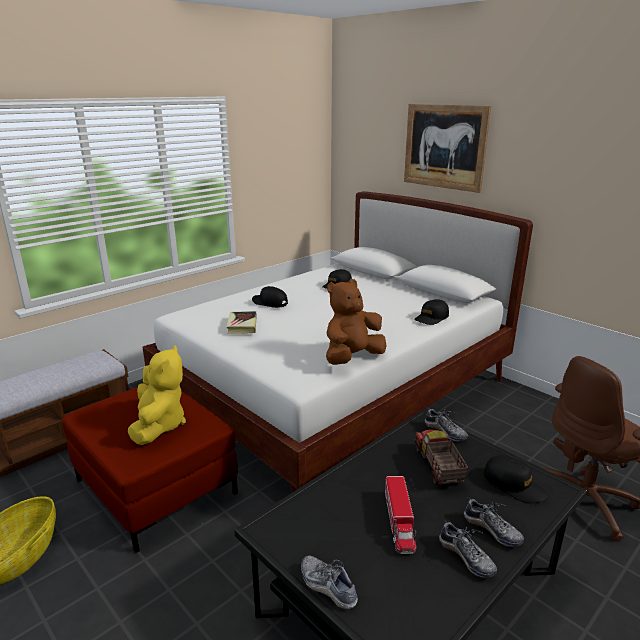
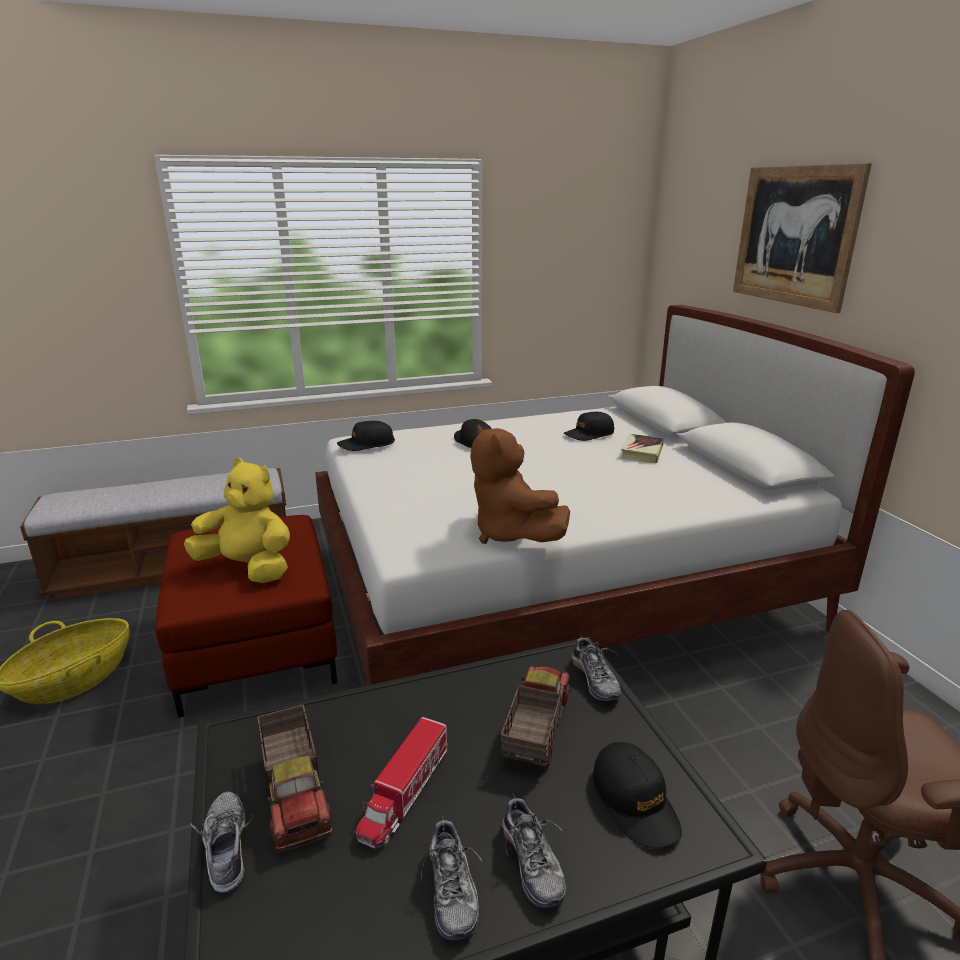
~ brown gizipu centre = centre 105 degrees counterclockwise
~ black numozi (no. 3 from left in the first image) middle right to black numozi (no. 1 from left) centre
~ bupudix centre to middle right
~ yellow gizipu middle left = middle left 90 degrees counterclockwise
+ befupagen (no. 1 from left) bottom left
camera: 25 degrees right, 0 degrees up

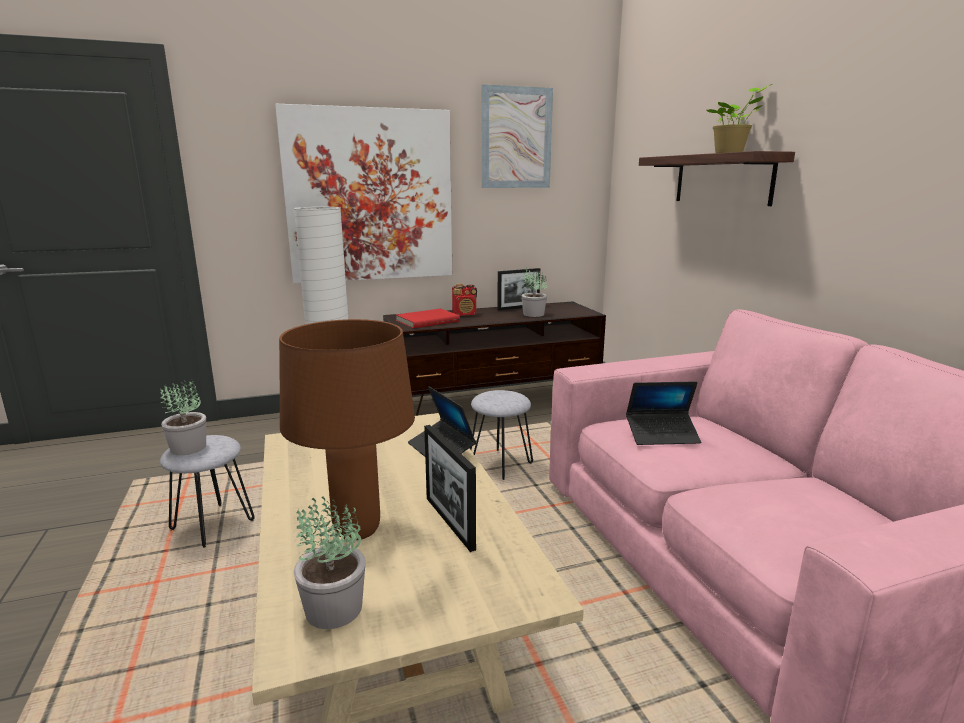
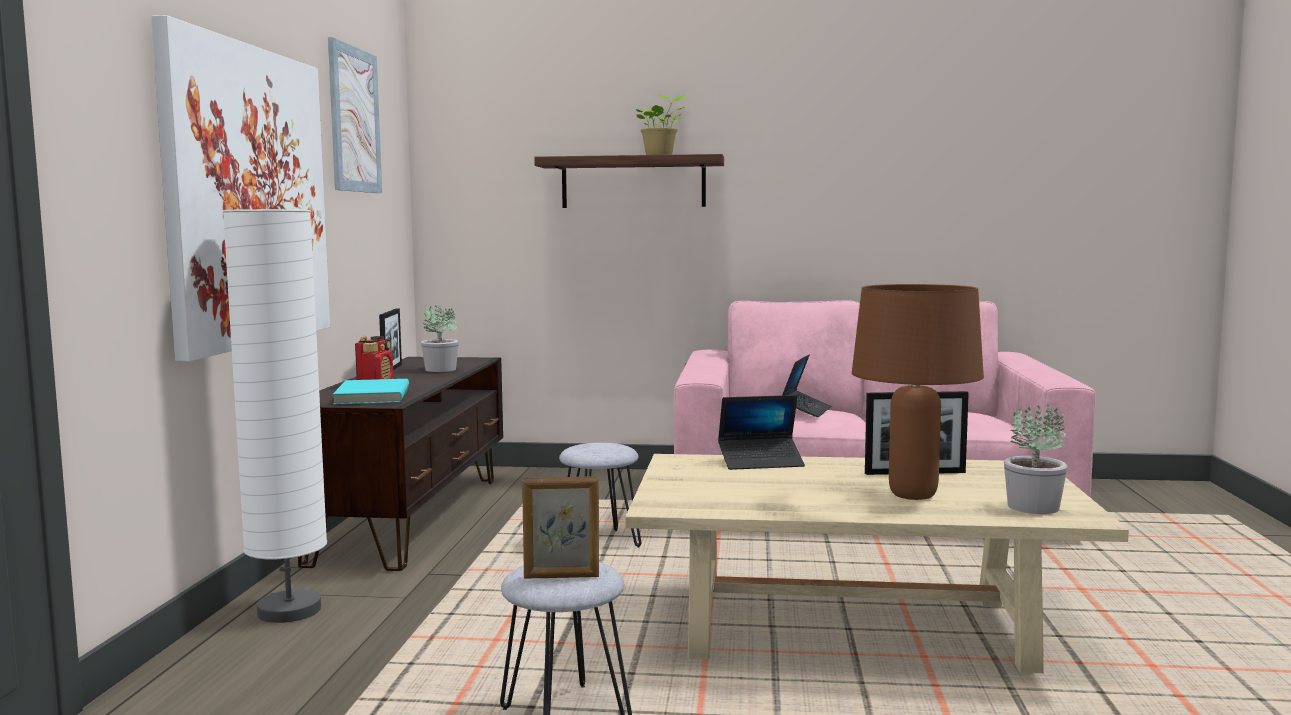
~ red bupudix centre to turquoise bupudix middle left
~ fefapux (no. 1 from left) middle left to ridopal (no. 2 from left) bottom centre
camera: 65 degrees left, 10 degrees down

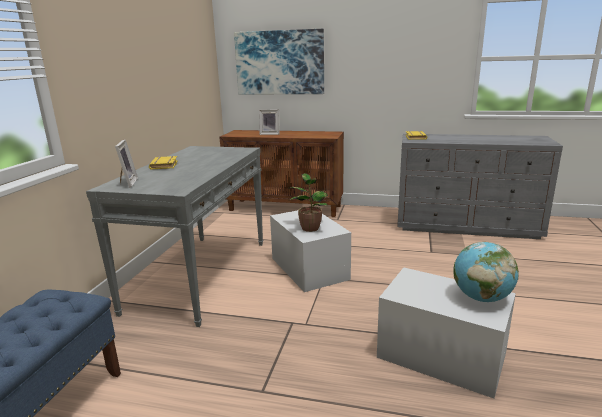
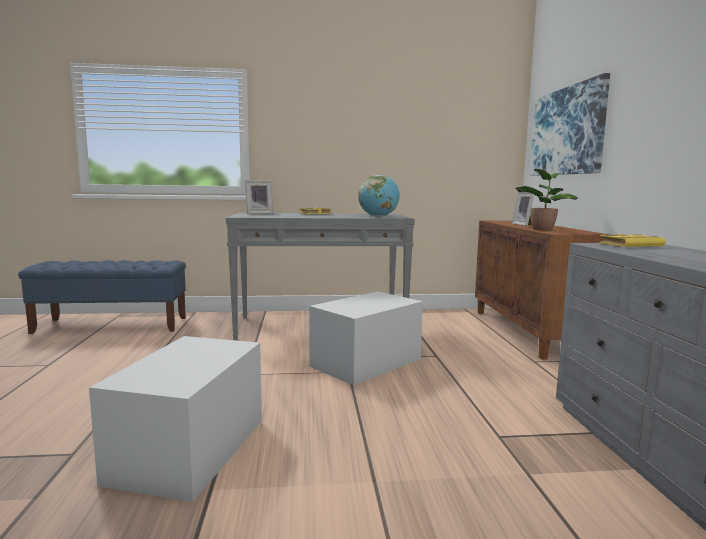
~ fefapux centre to middle right
~ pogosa middle right to centre
camera: 70 degrees right, 10 degrees down

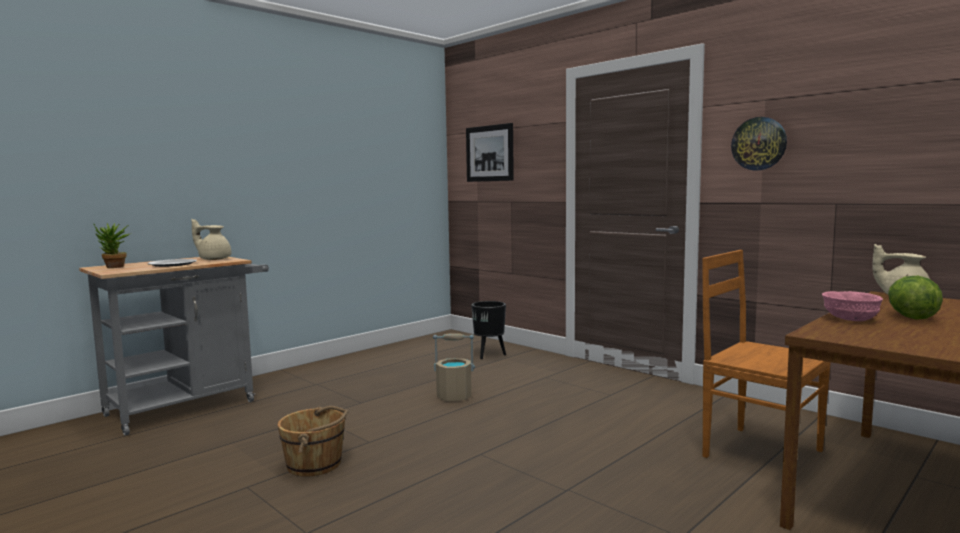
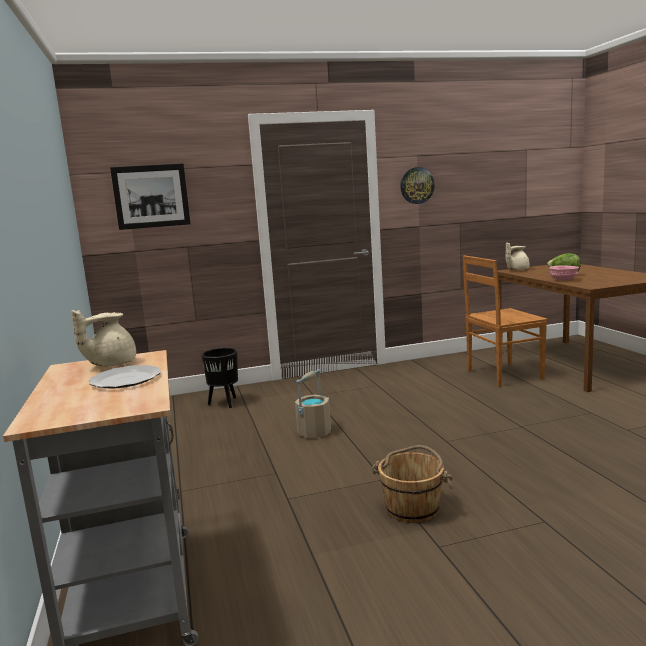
- fefapux middle left
camera: 60 degrees left, 5 degrees up

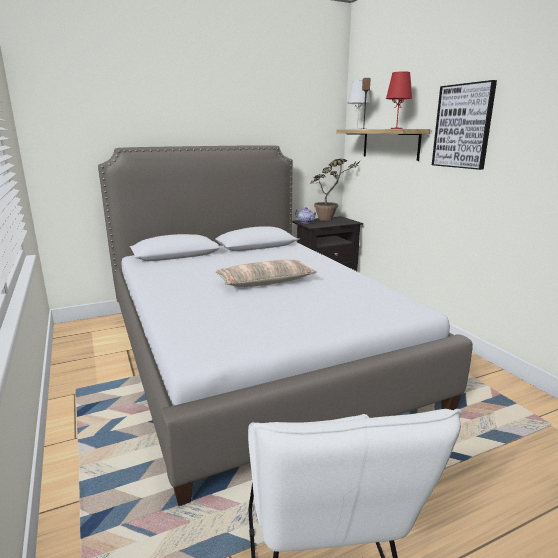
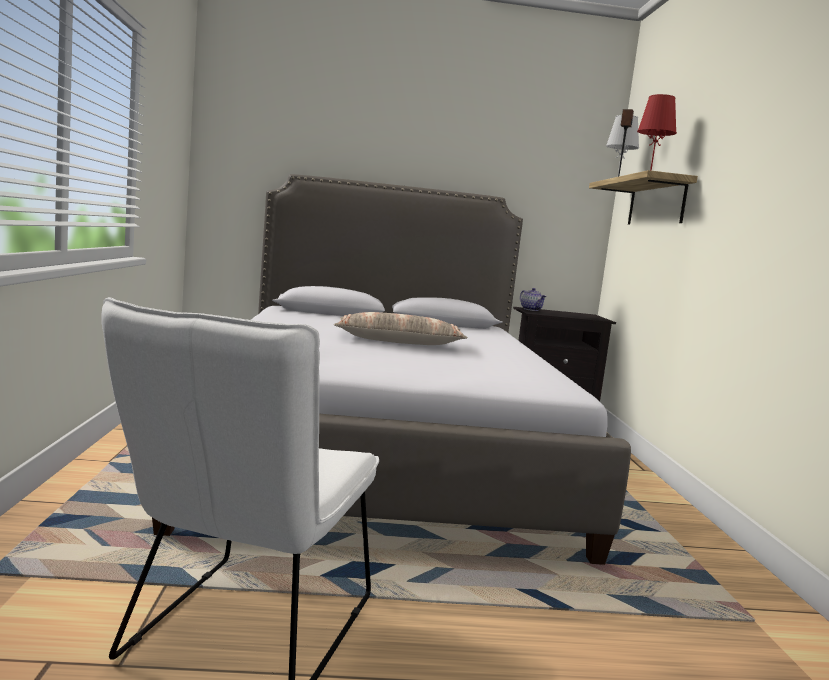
- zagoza top right
- fefapux centre
camera: 20 degrees right, 10 degrees down

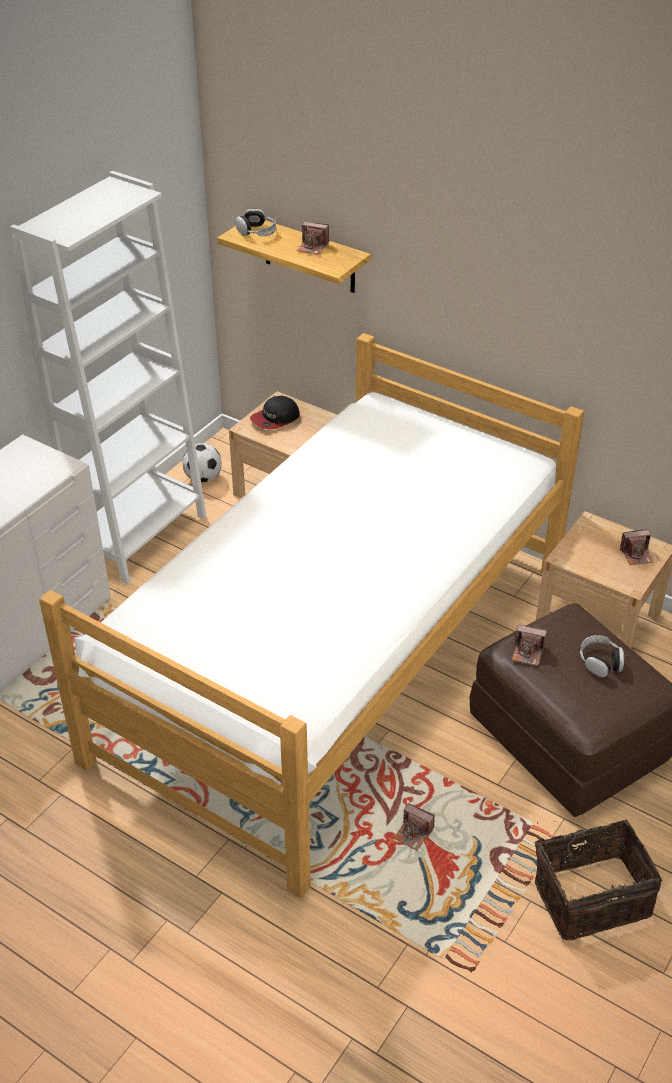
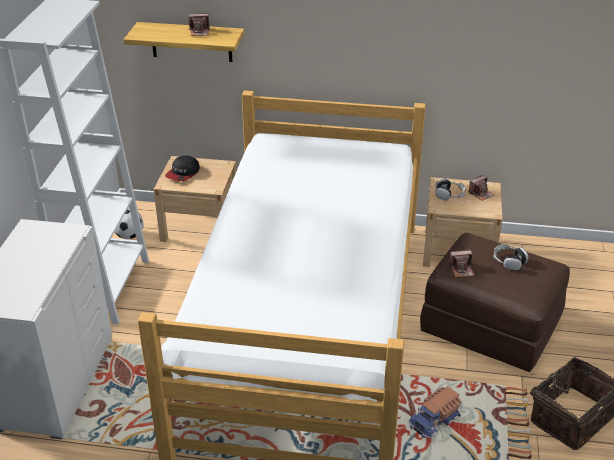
~ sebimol (no. 1 from left) top centre to middle right
~ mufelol (no. 2 from left) bottom centre to befupagen bottom right
camera: 25 degrees left, 5 degrees down

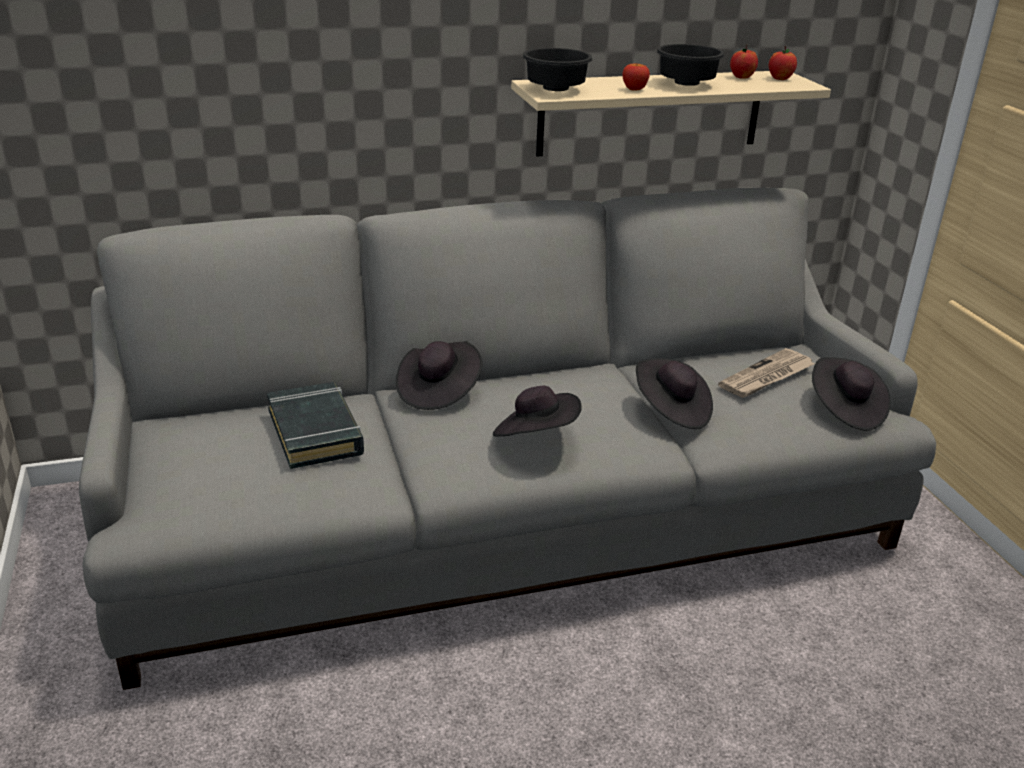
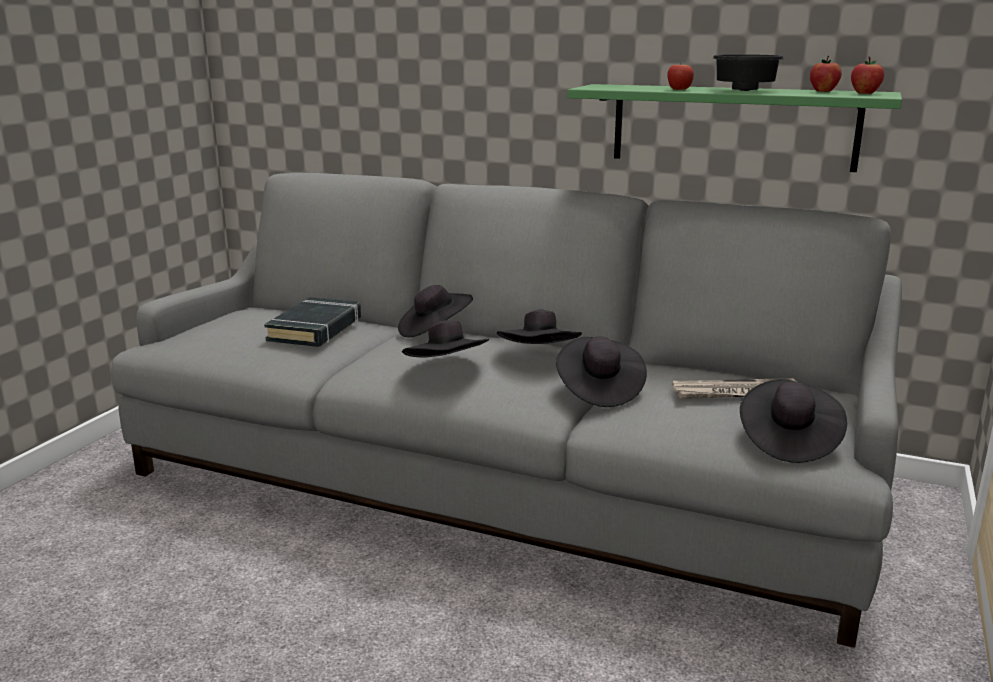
- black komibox (no. 1 from left) top centre
~ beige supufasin top centre to green supufasin top right
+ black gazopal (no. 3 from left) centre
camera: 40 degrees right, 10 degrees down

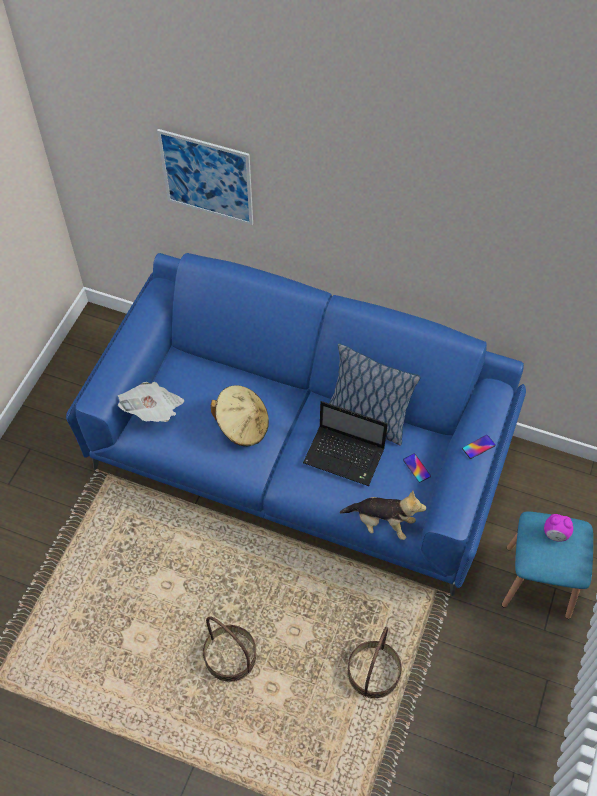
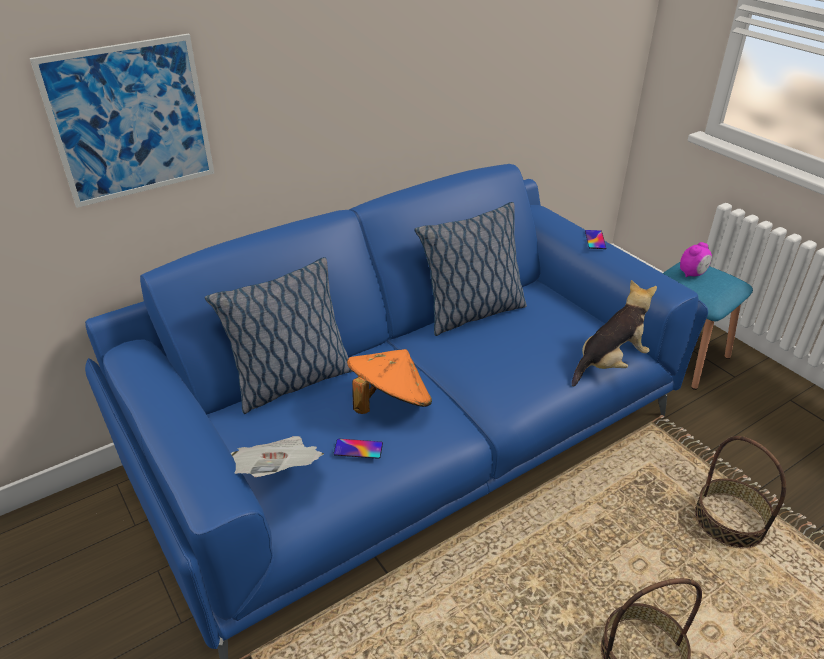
~ beige gazopal centre to orange gazopal centre
- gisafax centre
~ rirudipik (no. 1 from left) middle right to bottom centre
+ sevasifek (no. 1 from left) centre
camera: 55 degrees left, 20 degrees down

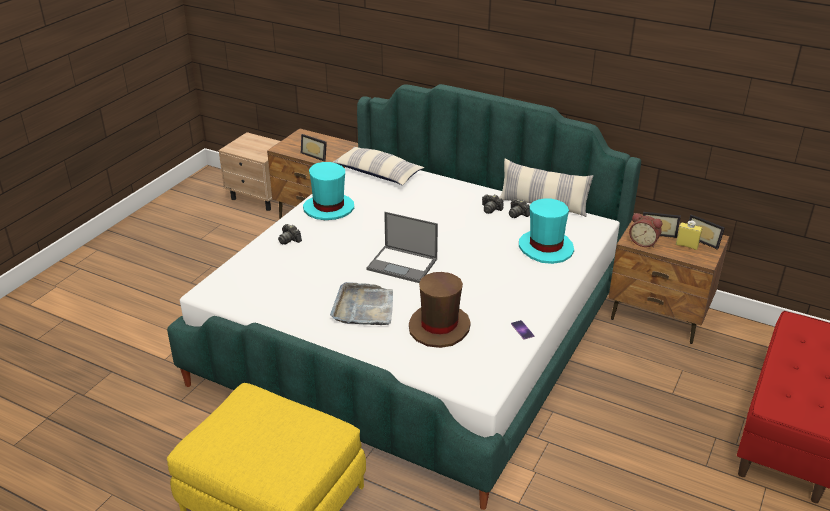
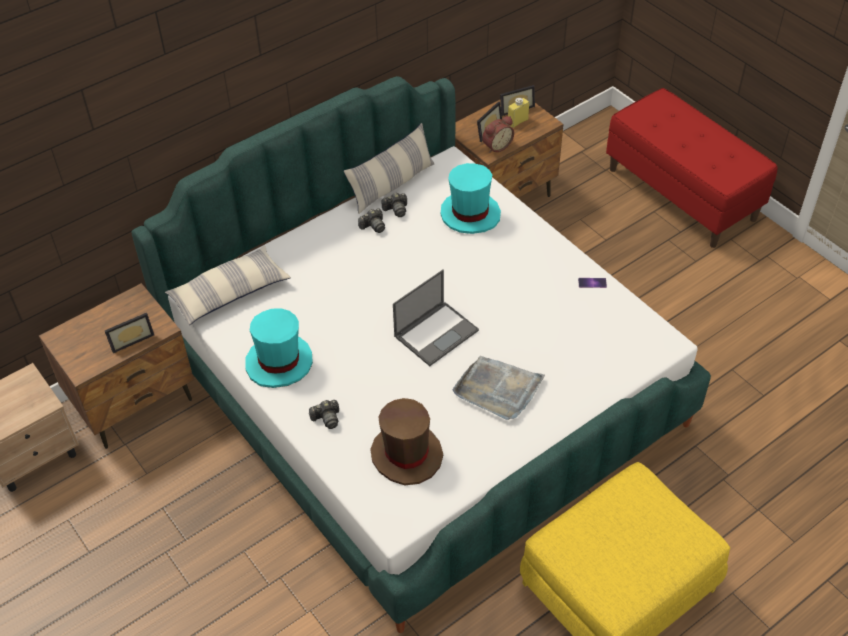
~ brown gazopal centre to bottom centre
camera: 65 degrees left, 15 degrees up

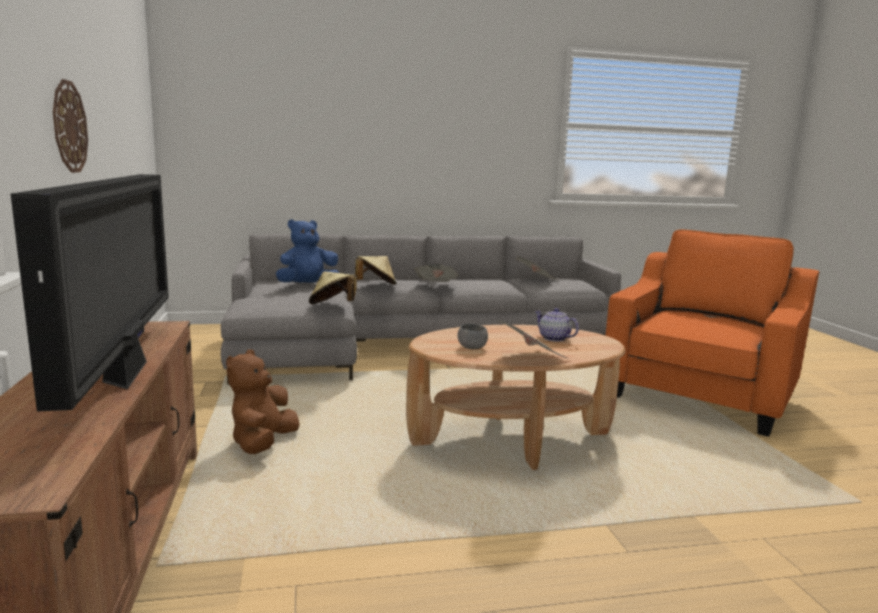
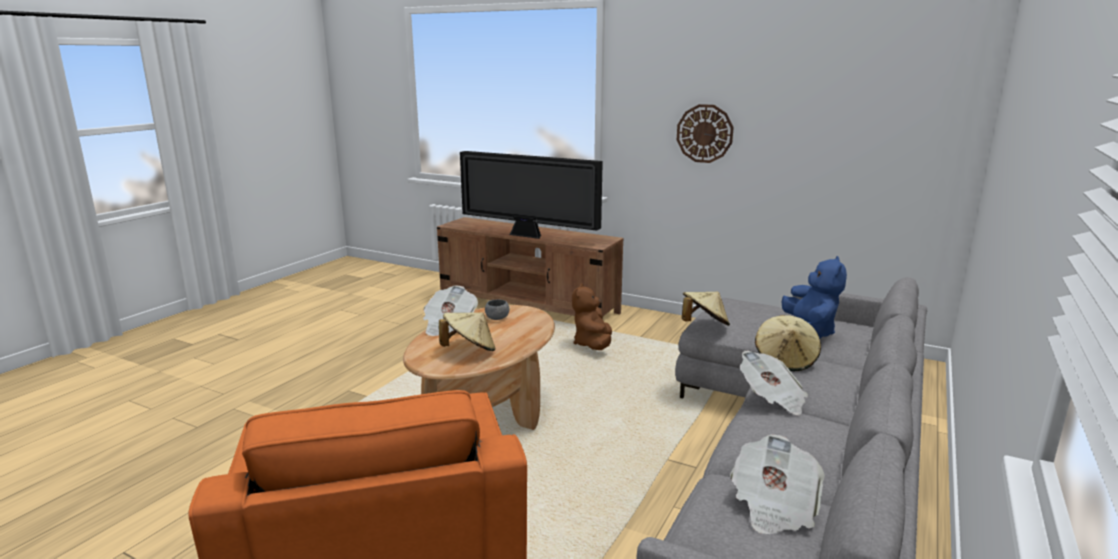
~ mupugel centre to beige gazopal (no. 1 from left) centre
~ brown gizipu middle left = centre 135 degrees counterclockwise
camera: 130 degrees right, 5 degrees up

